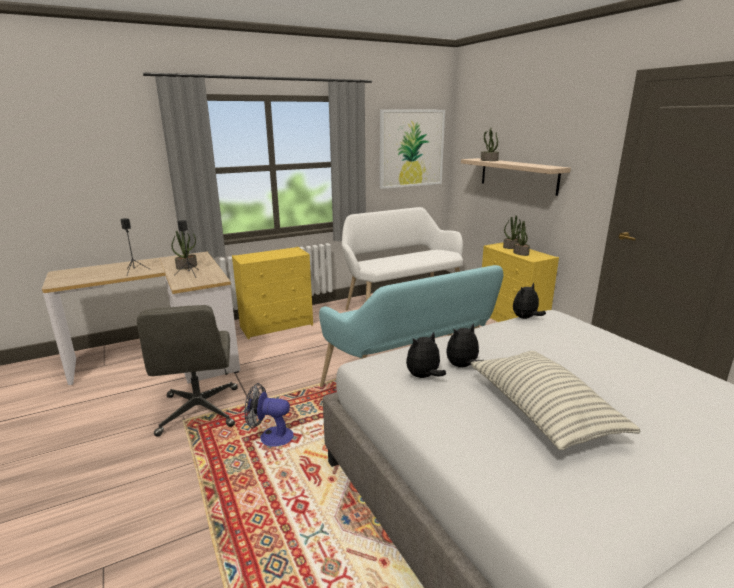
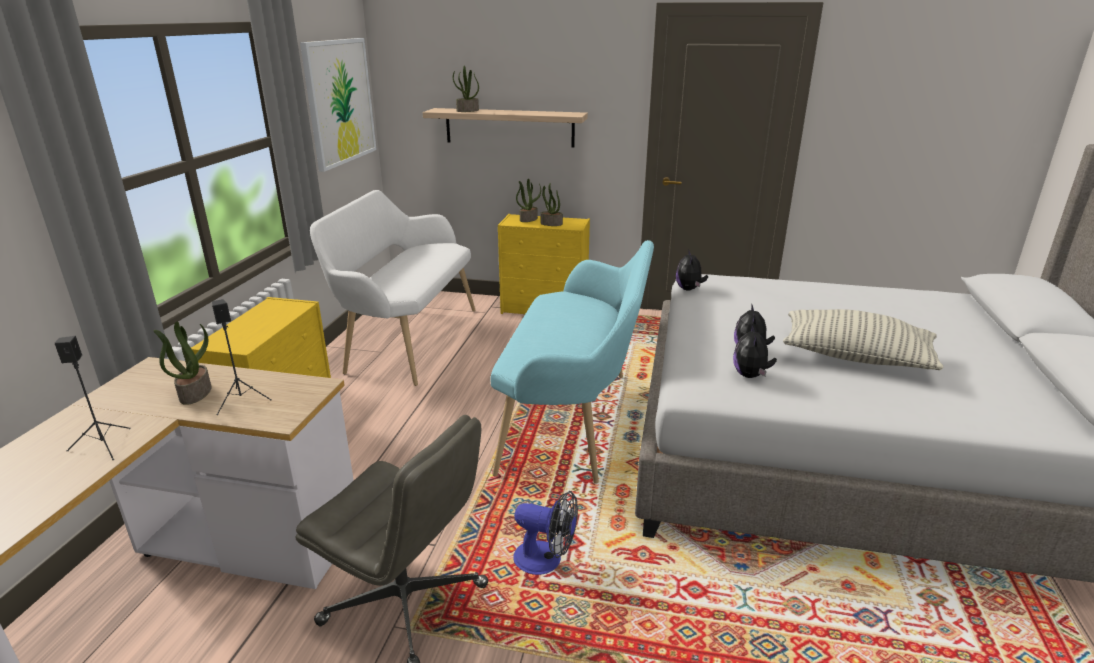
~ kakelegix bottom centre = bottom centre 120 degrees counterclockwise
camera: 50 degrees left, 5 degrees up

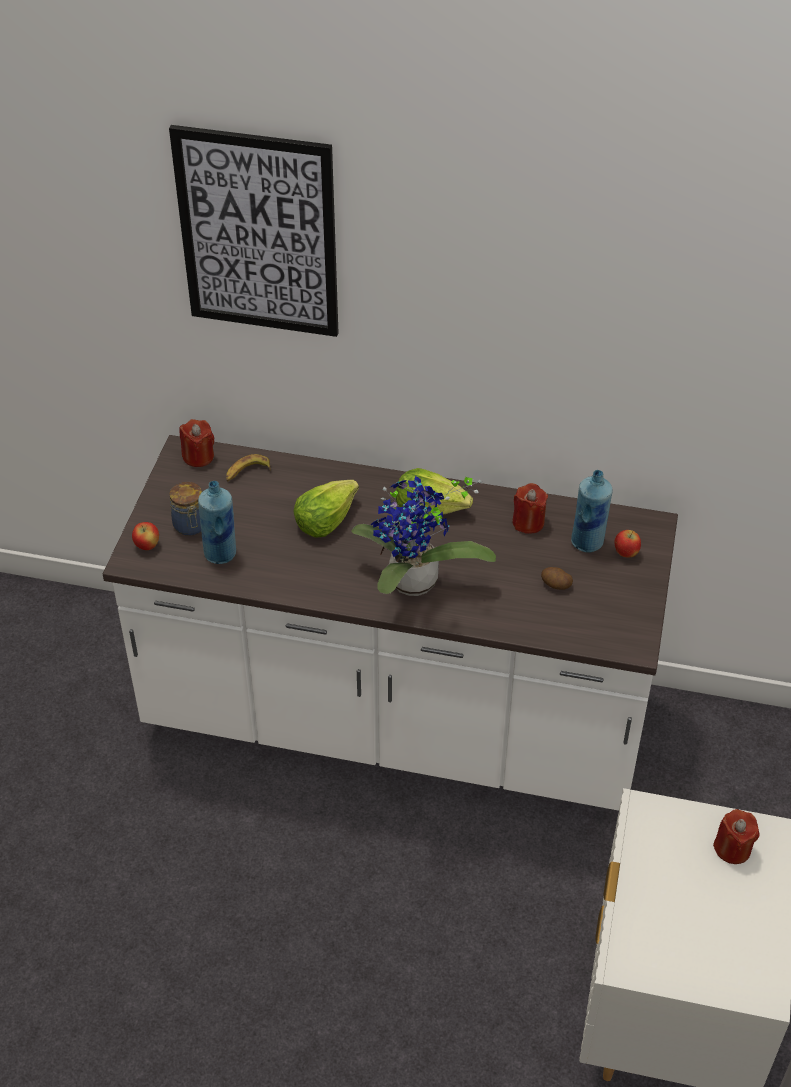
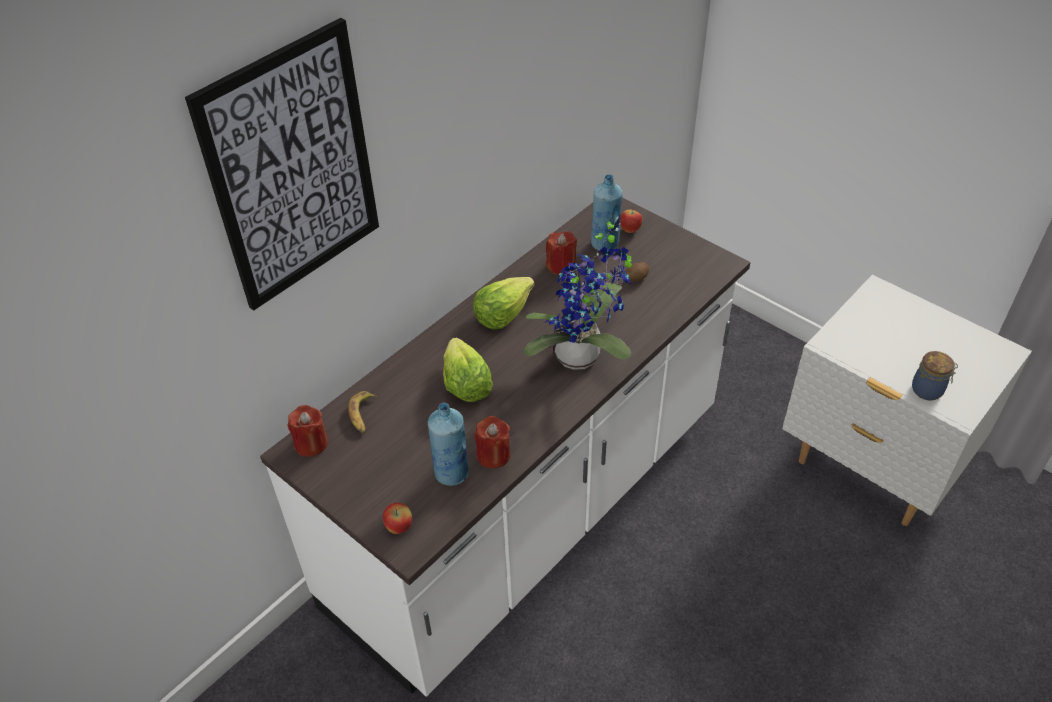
~ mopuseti middle left to middle right
~ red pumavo (no. 3 from left in the first image) bottom right to red pumavo (no. 2 from left) centre
camera: 60 degrees left, 0 degrees up

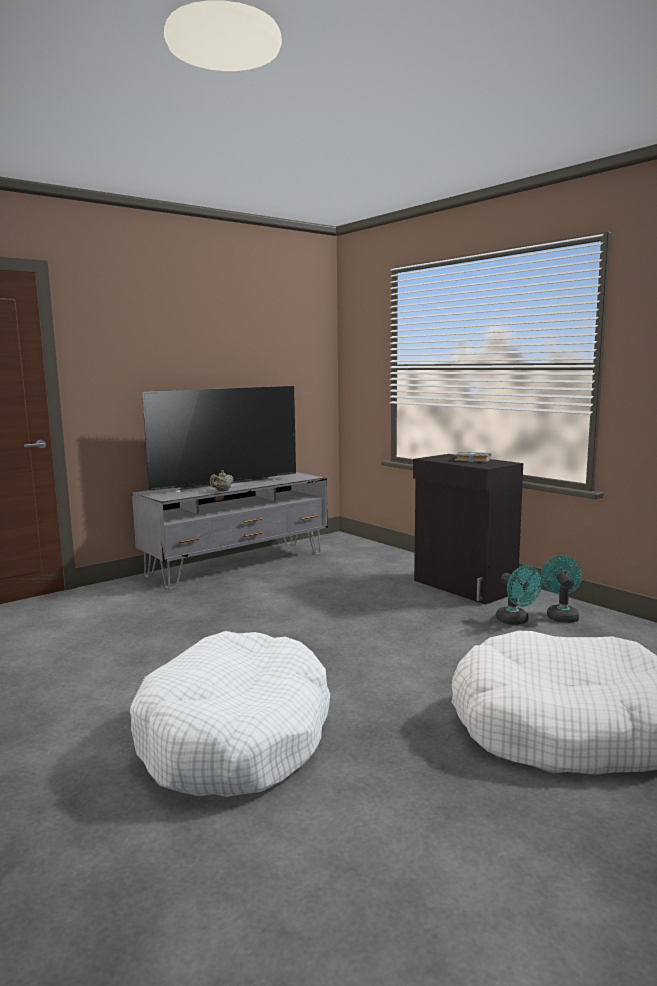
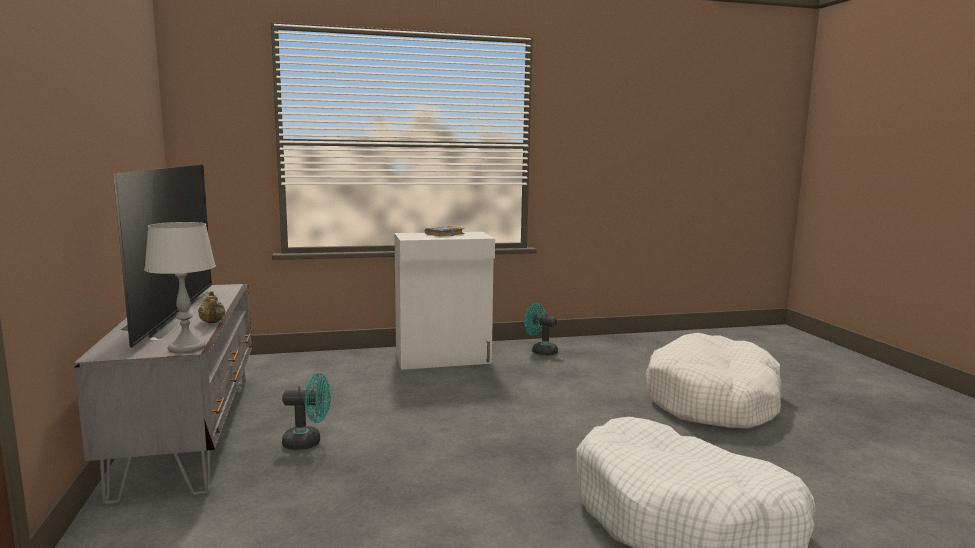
~ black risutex middle right to white risutex centre
~ turquoise kakelegix (no. 1 from left) middle right to bottom left
+ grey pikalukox middle left
camera: 65 degrees left, 0 degrees up

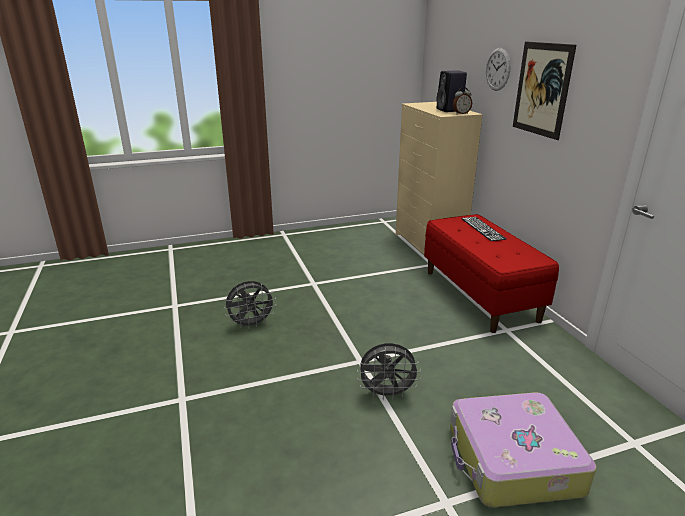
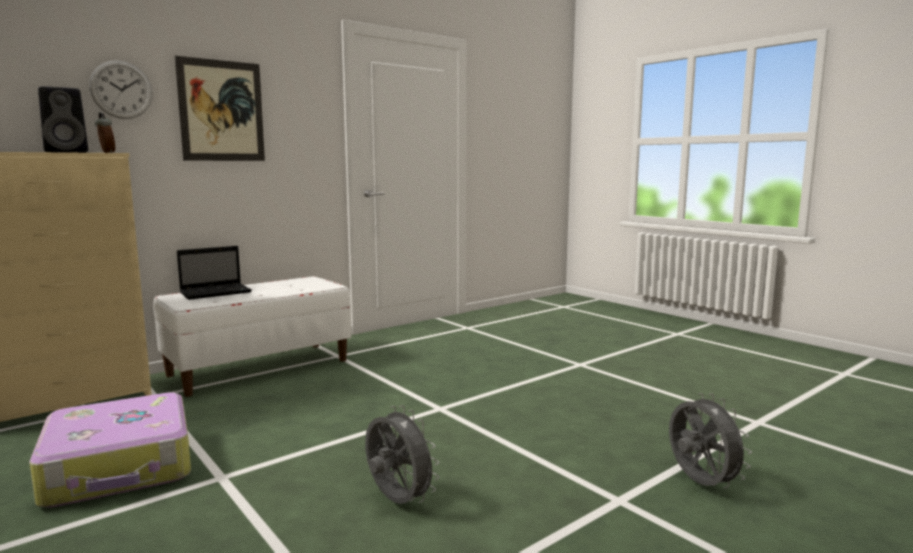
~ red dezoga middle right to white dezoga middle left
~ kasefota middle right to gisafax middle left
~ grey kakelegix (no. 2 from left) bottom centre to bottom right
~ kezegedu bottom right to bottom left
camera: 110 degrees left, 15 degrees down

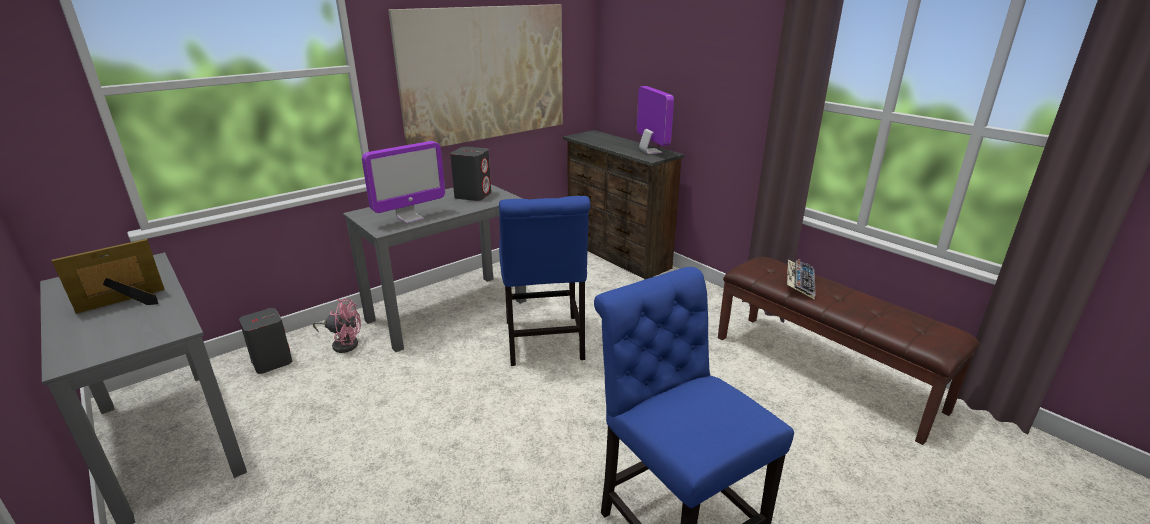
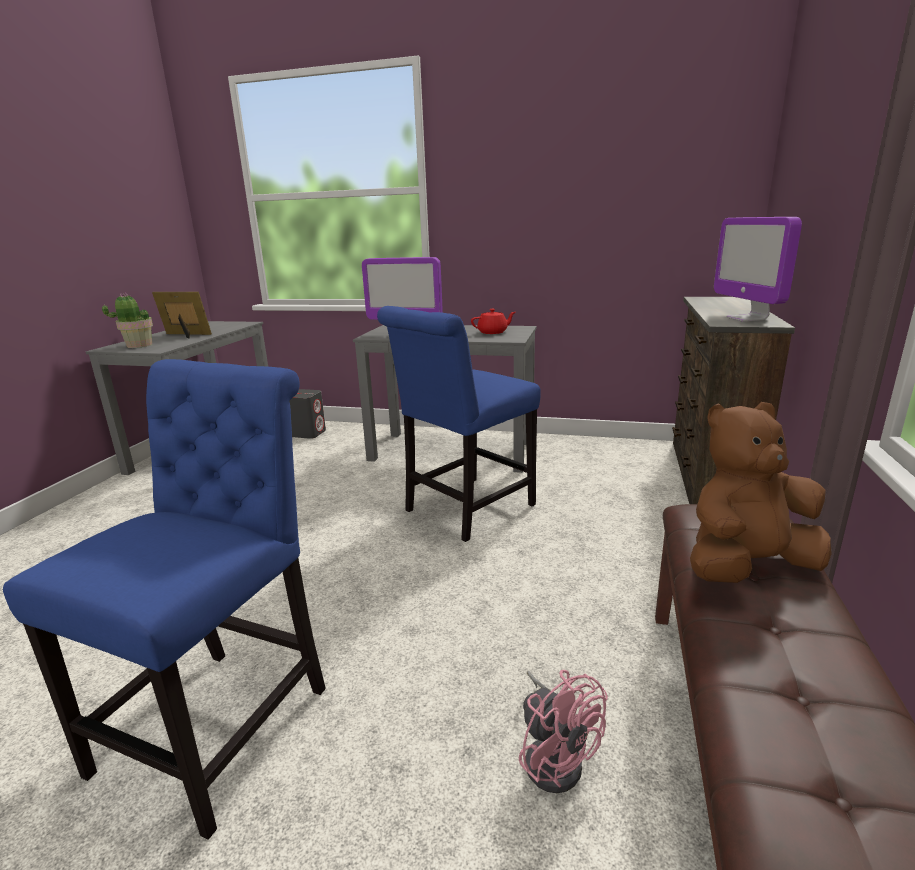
- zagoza top centre
~ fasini (no. 2 from left) top centre = top right 135 degrees clockwise
~ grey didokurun (no. 2 from left) top centre to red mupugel centre
~ kasefota middle right to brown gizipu middle right
~ pink kakelegix middle left to bottom centre
+ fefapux middle left
camera: 55 degrees right, 5 degrees down

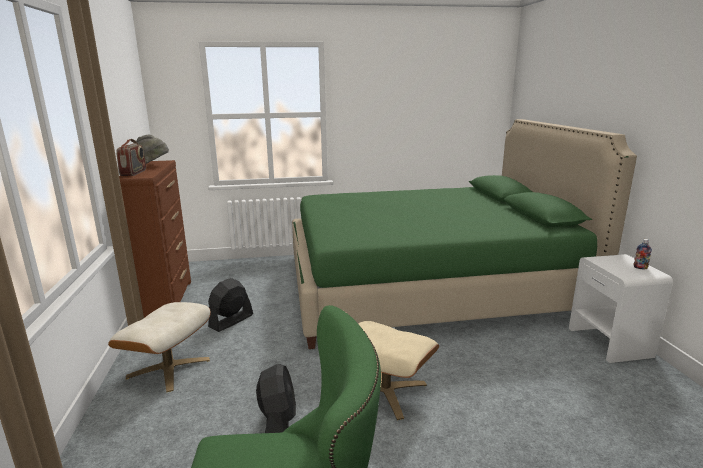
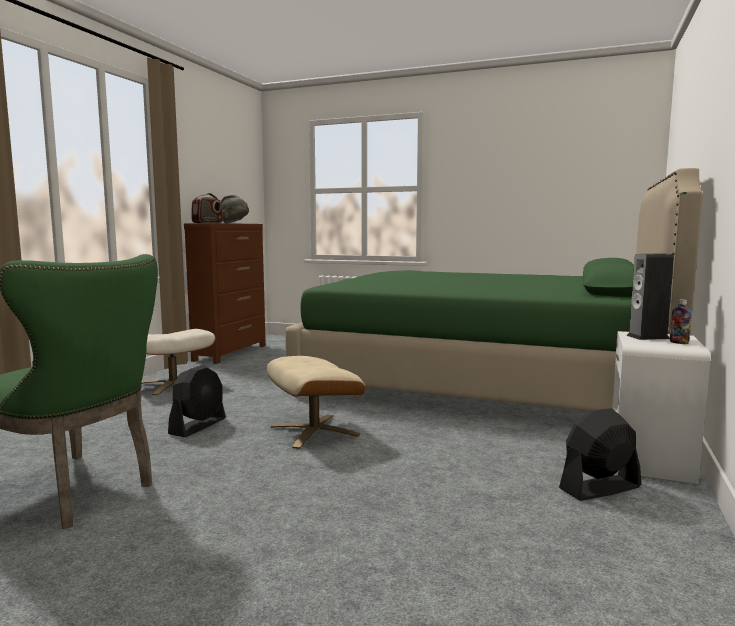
~ black kakelegix (no. 1 from left in the first image) middle left to black kakelegix (no. 2 from left) bottom right
+ didokurun middle right
camera: 30 degrees right, 10 degrees down

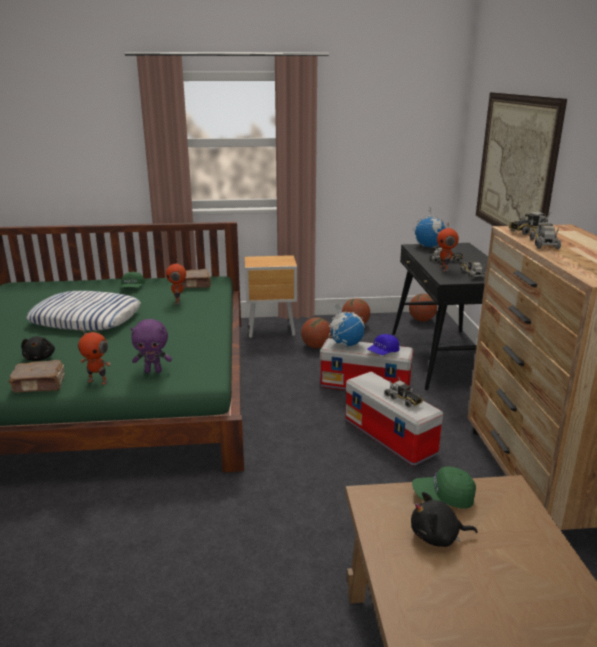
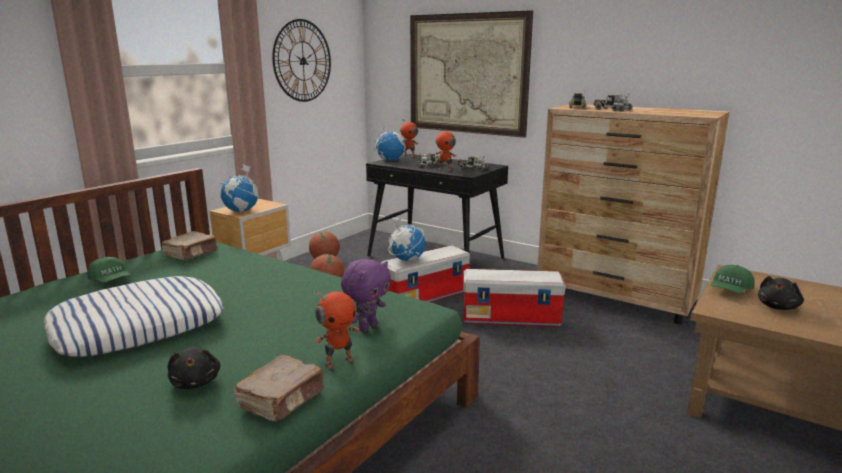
~ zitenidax (no. 2 from left) middle left to top centre
- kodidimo (no. 3 from left) middle right
- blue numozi centre
~ black gizipu (no. 1 from left) middle left = bottom left 45 degrees clockwise
- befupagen (no. 1 from left) middle right
+ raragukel top centre
+ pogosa (no. 1 from left) middle left
camera: 50 degrees left, 5 degrees down

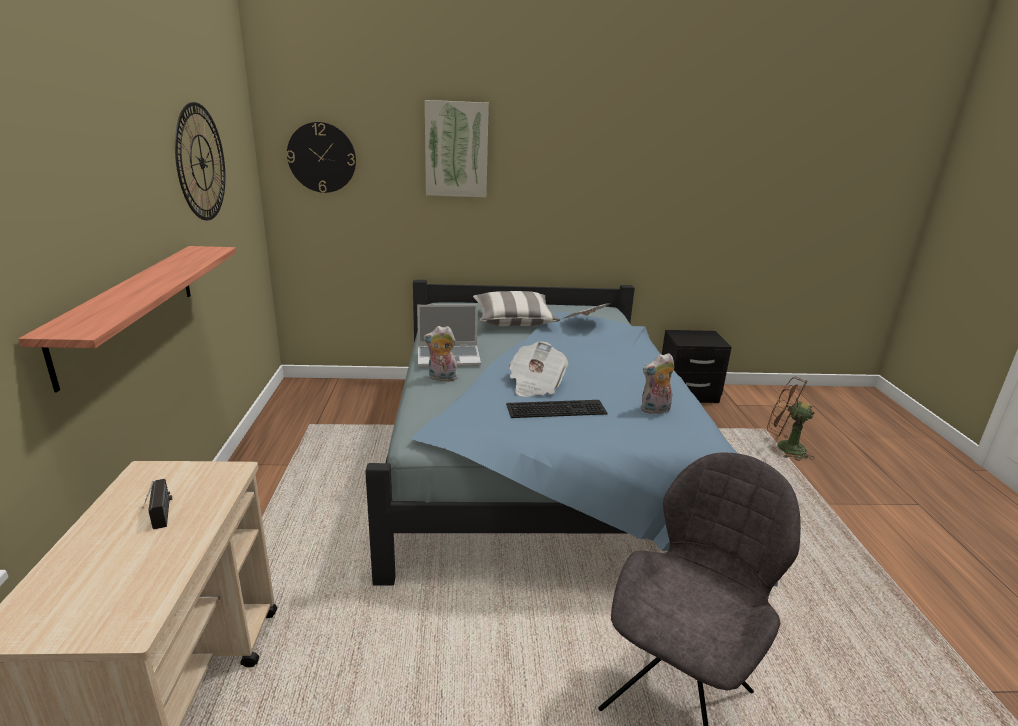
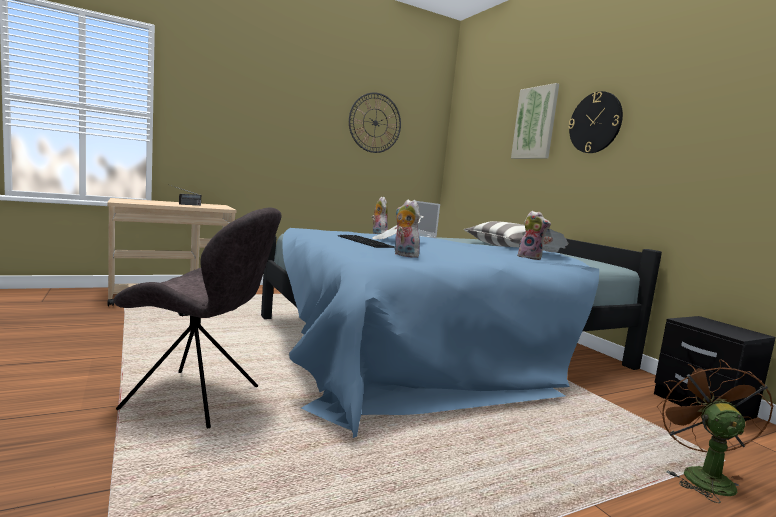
~ raragukel (no. 2 from left) top left to top right
- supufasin middle left
+ gizipu (no. 3 from left) middle right
camera: 65 degrees right, 15 degrees down

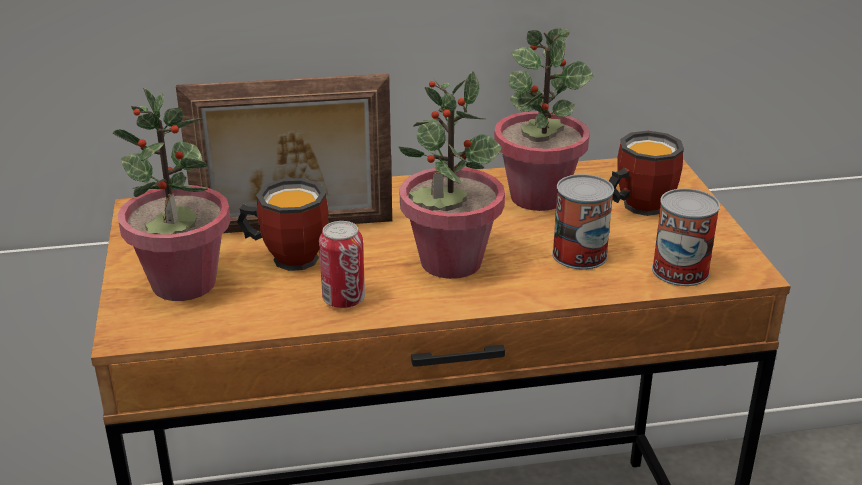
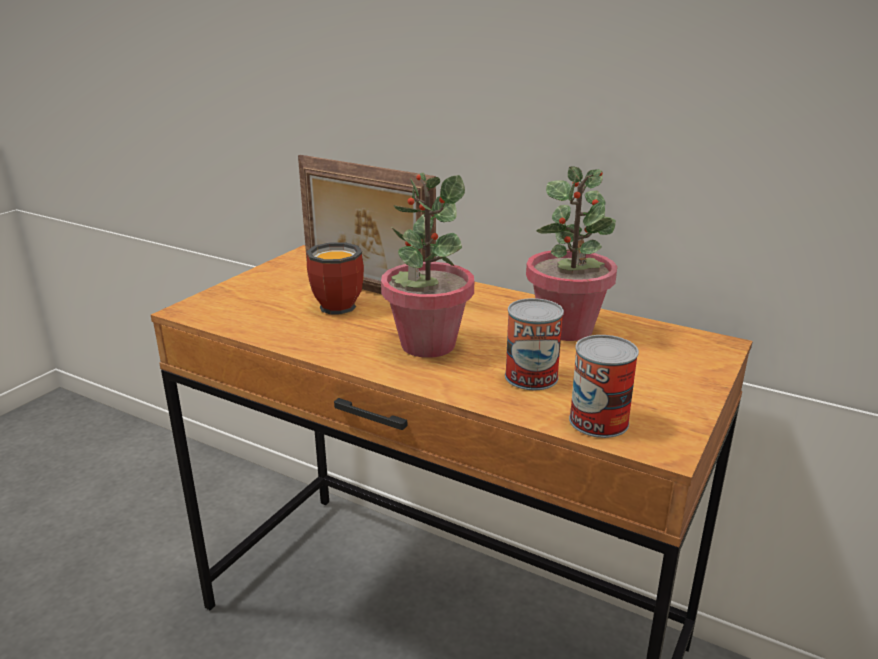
- fefapux (no. 1 from left) middle left
- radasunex (no. 2 from left) middle right
- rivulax (no. 1 from left) centre
camera: 40 degrees right, 5 degrees down

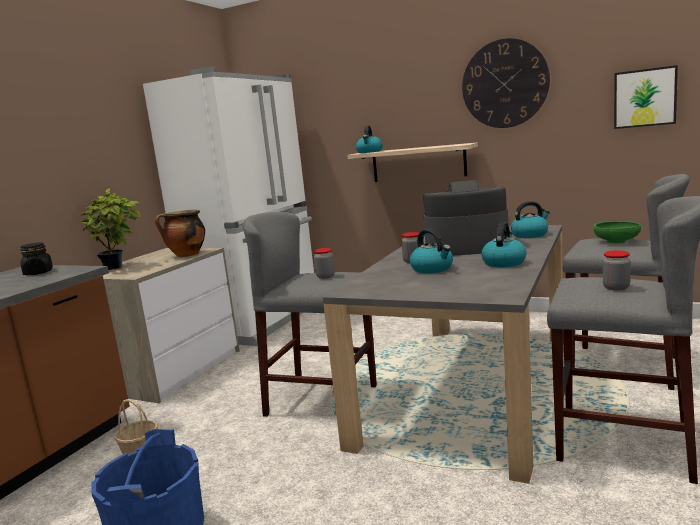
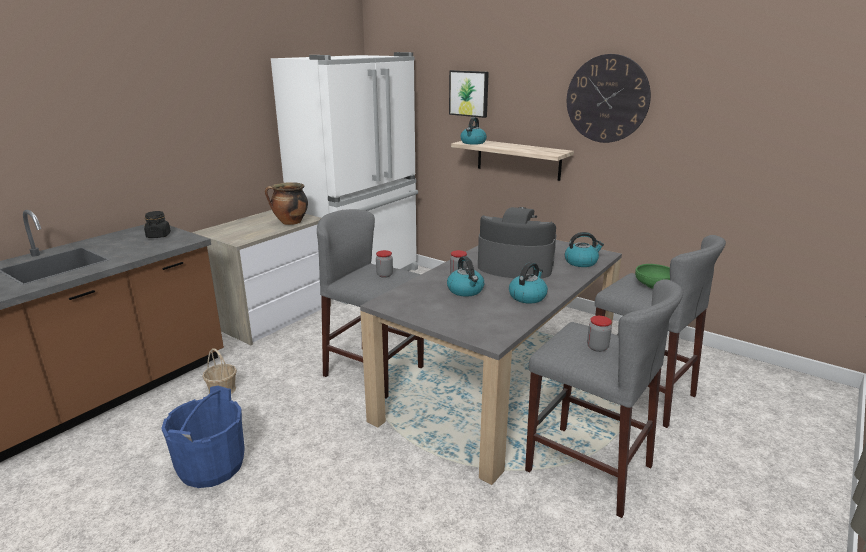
~ zagoza top right to top centre
- fefapux middle left
camera: 10 degrees right, 10 degrees up

